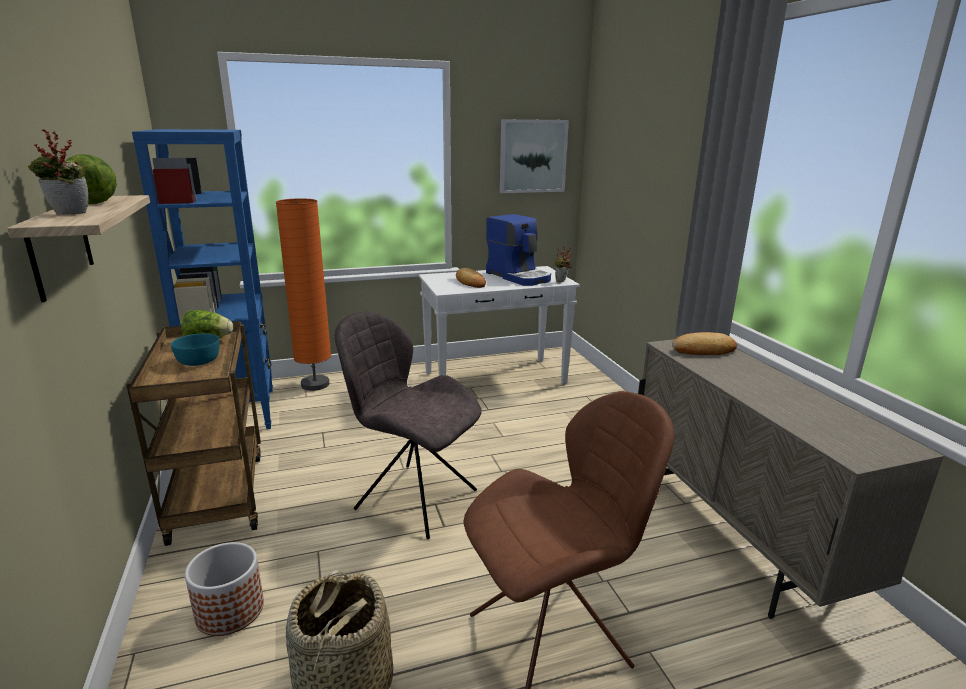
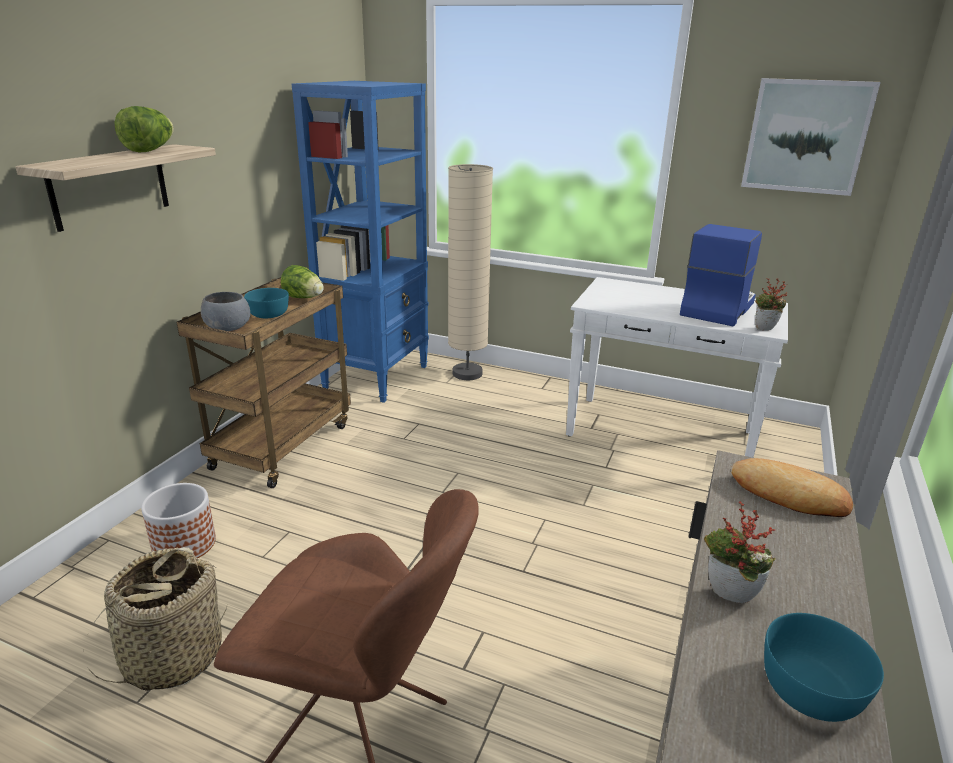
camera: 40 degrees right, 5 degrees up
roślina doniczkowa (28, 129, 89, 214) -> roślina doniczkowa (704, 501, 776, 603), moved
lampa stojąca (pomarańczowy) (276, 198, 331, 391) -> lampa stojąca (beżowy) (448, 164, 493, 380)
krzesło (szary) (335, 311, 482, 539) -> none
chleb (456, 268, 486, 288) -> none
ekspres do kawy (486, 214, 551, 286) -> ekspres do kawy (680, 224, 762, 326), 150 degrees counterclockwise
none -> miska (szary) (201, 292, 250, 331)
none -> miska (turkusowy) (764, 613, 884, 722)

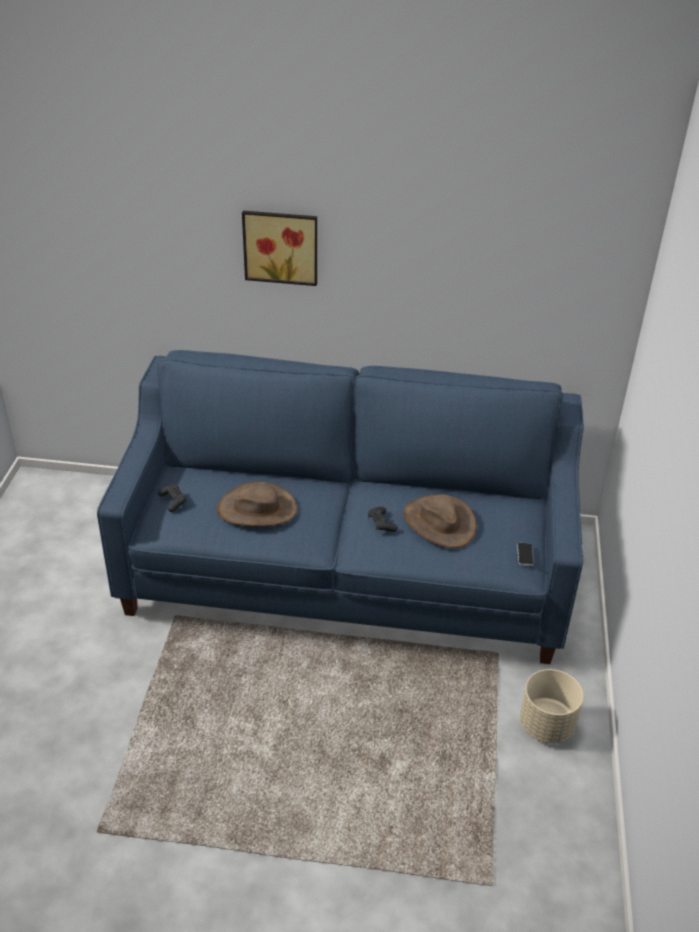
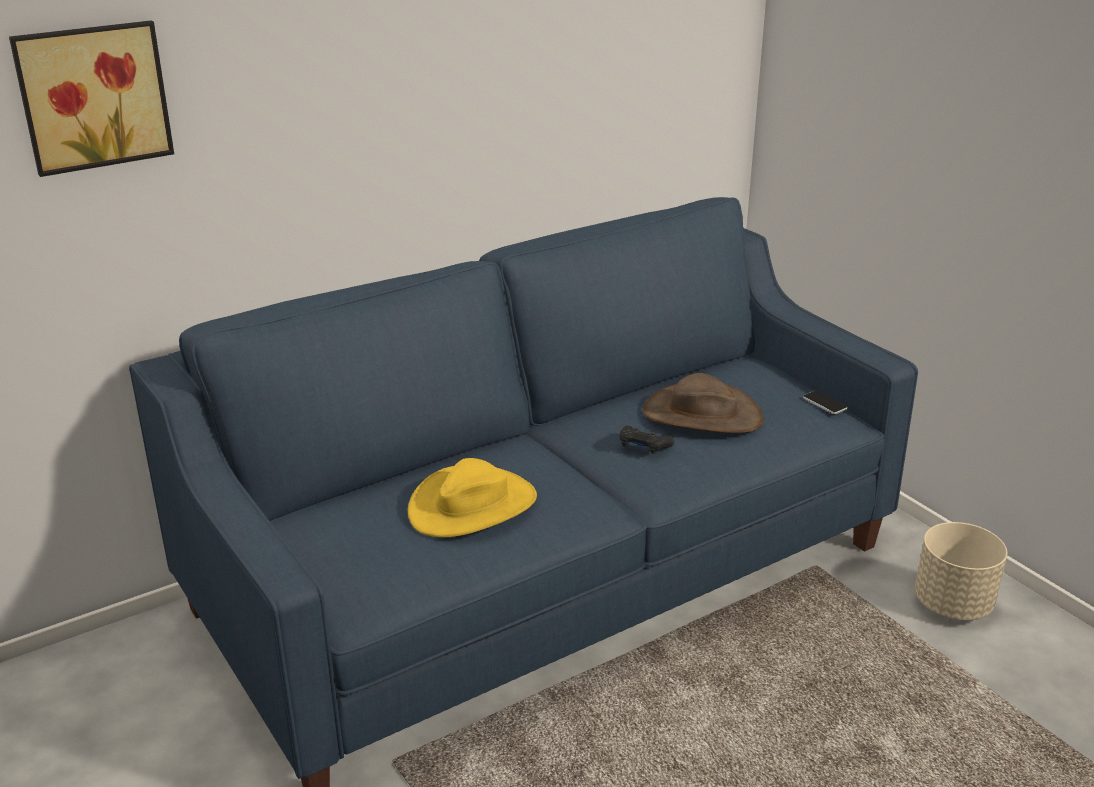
camera: 40 degrees left, 10 degrees down
pad do gier (czarny) (158, 484, 186, 512) -> none
kapelusz (brązowy) (217, 481, 298, 526) -> kapelusz (żółty) (408, 458, 537, 537)
obraz (242, 211, 317, 286) -> obraz (9, 21, 174, 177), moved

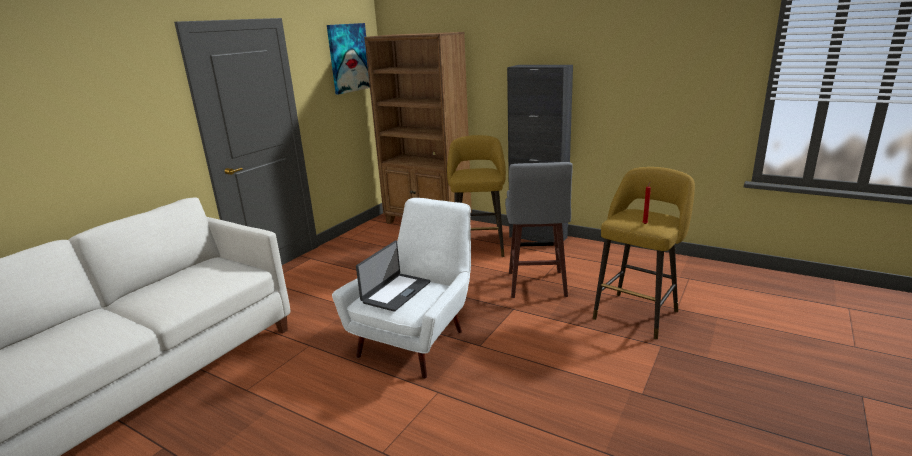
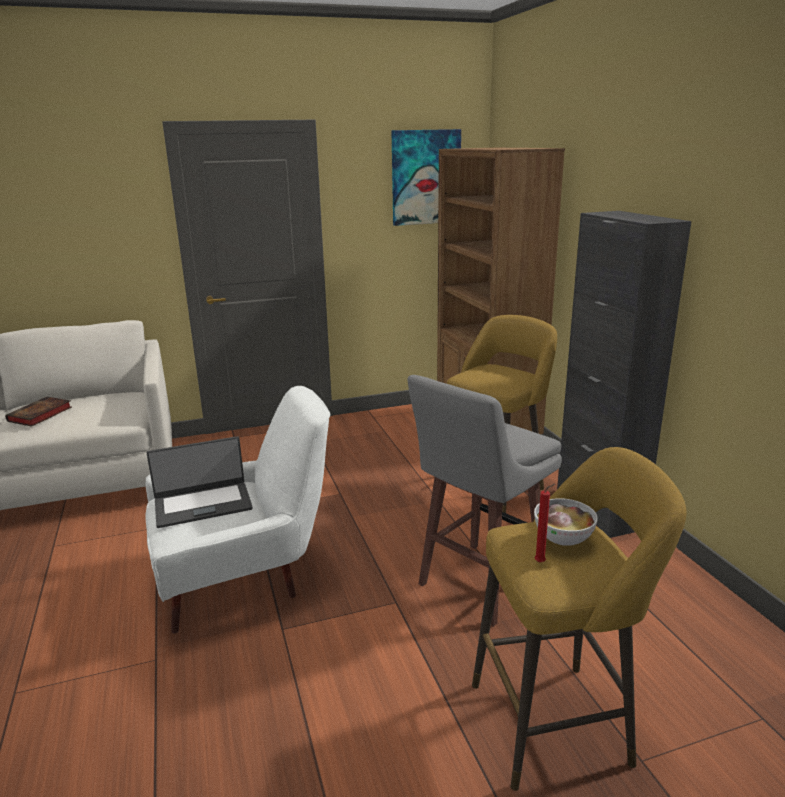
camera: 40 degrees right, 0 degrees up
none -> książka (5, 397, 72, 427)
none -> miska (534, 498, 598, 546)

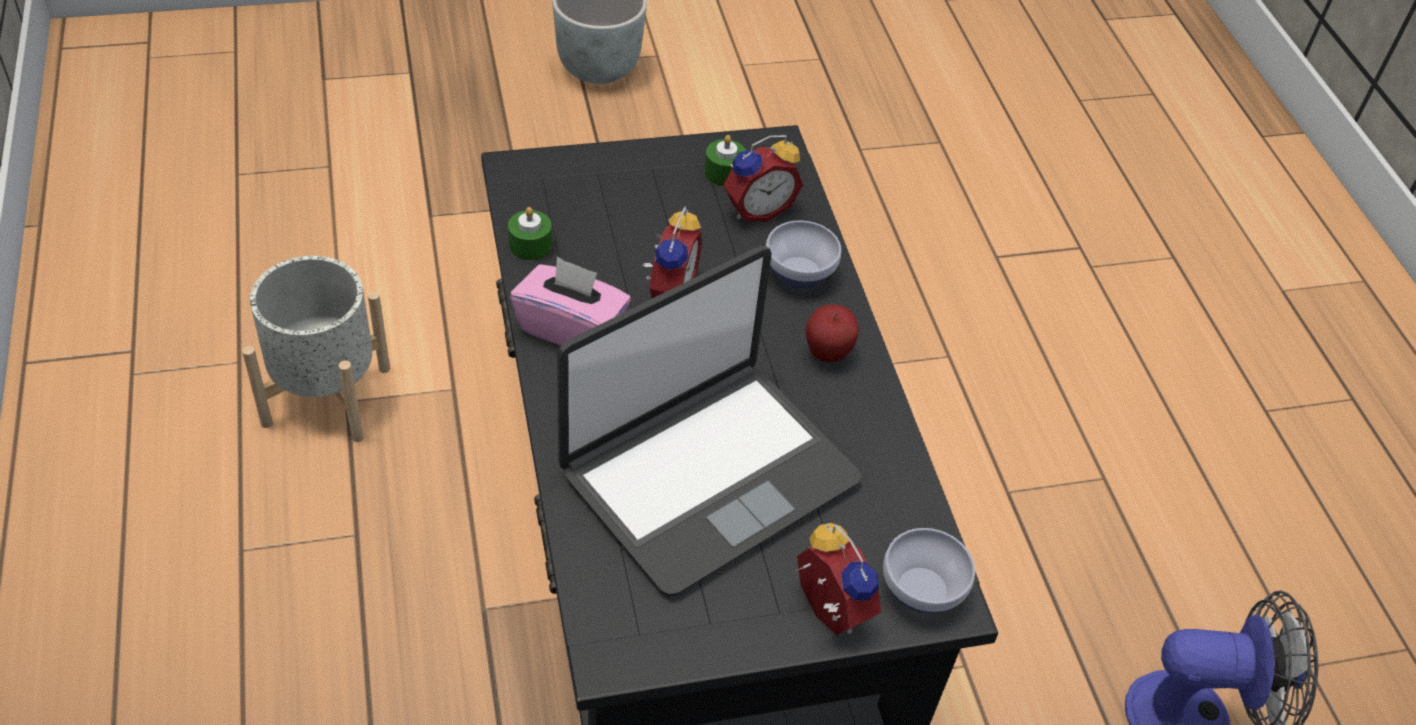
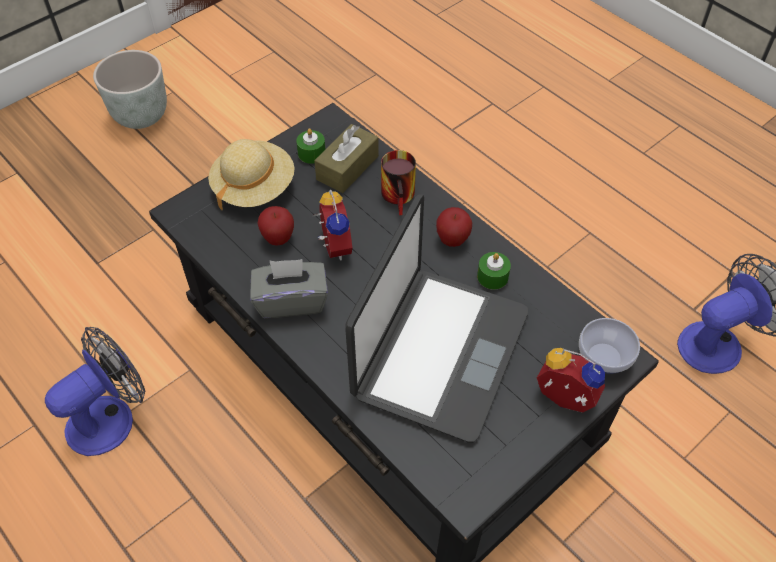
camera: 25 degrees left, 5 degrees up
donica (szary) (242, 256, 390, 442) -> wentylator (45, 327, 146, 456)
świeca (zielony) (508, 207, 552, 261) -> świeca (zielony) (477, 252, 511, 290), moved
pudełko chusteczek (różowy) (510, 256, 631, 346) -> pudełko chusteczek (szary) (250, 259, 328, 318)
budzik (723, 135, 803, 222) -> pudełko chusteczek (brązowy) (314, 124, 379, 193)
miska (766, 220, 841, 289) -> kubek (381, 150, 416, 215)
none -> kapelusz (beżowy) (208, 139, 295, 211)
none -> jabłko (258, 206, 294, 246)

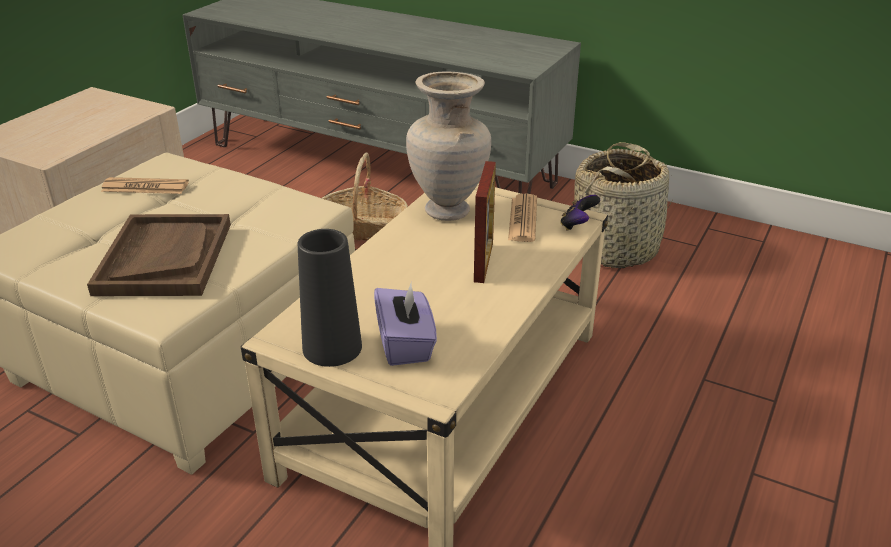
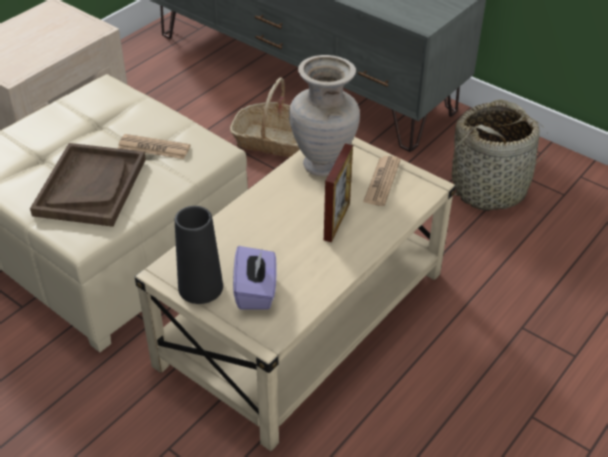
camera: 10 degrees right, 10 degrees up
gazeta (101, 177, 189, 194) -> gazeta (118, 134, 190, 159), moved
pad do gier (560, 195, 600, 231) -> none

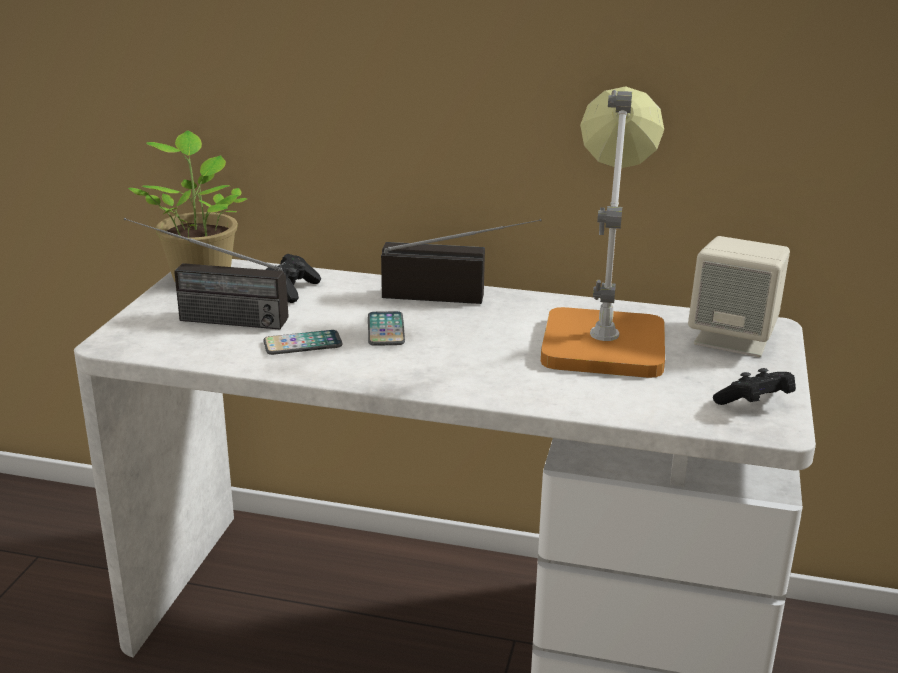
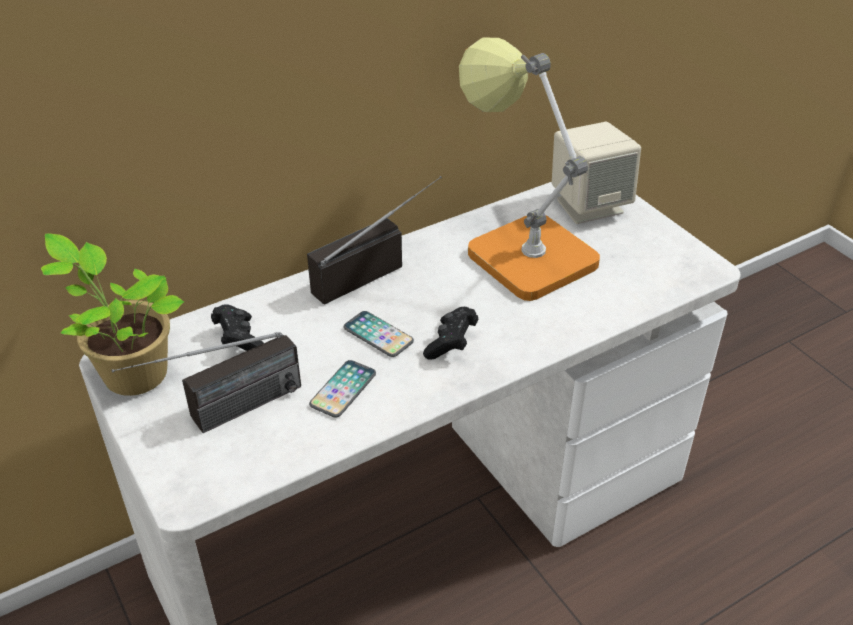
camera: 45 degrees left, 15 degrees up
pad do gier (czarny) (713, 368, 796, 405) -> pad do gier (czarny) (423, 307, 478, 360), moved

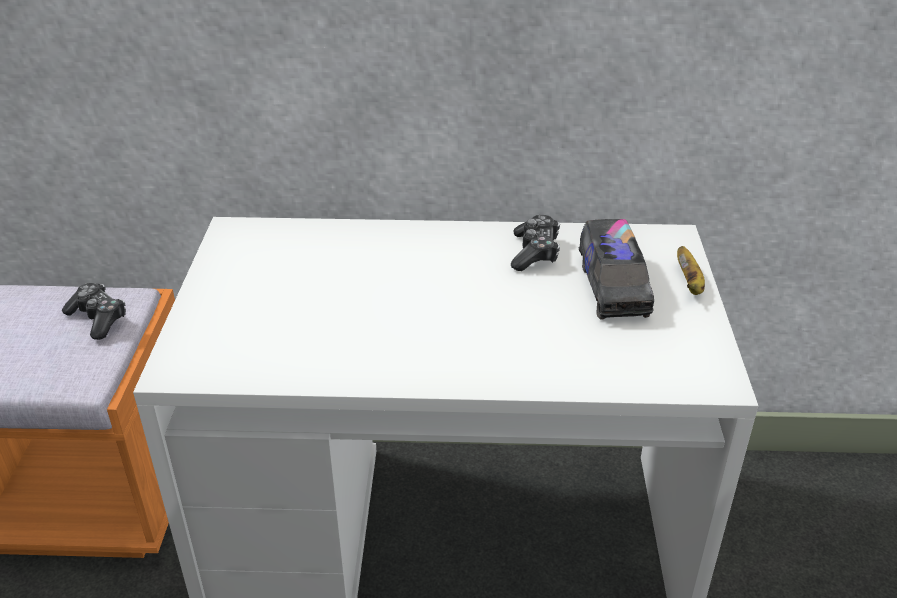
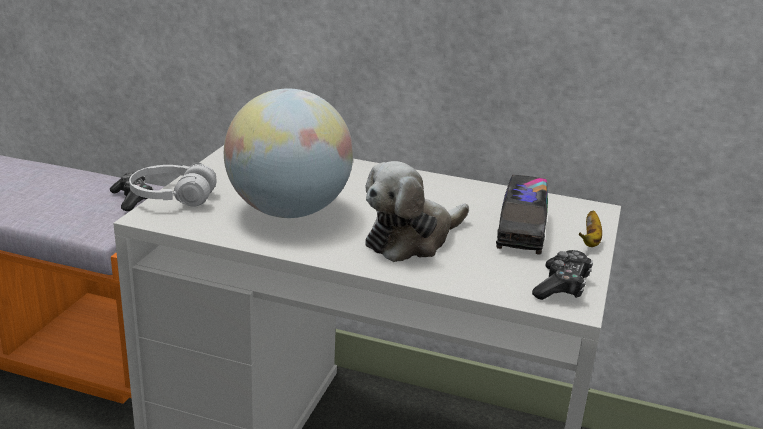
camera: 15 degrees right, 10 degrees down
pad do gier (511, 215, 560, 271) -> pad do gier (532, 250, 593, 300), moved
none -> słuchawki (biały) (129, 162, 217, 207)
none -> globus (224, 88, 353, 218)
none -> pluszak (365, 161, 469, 262)

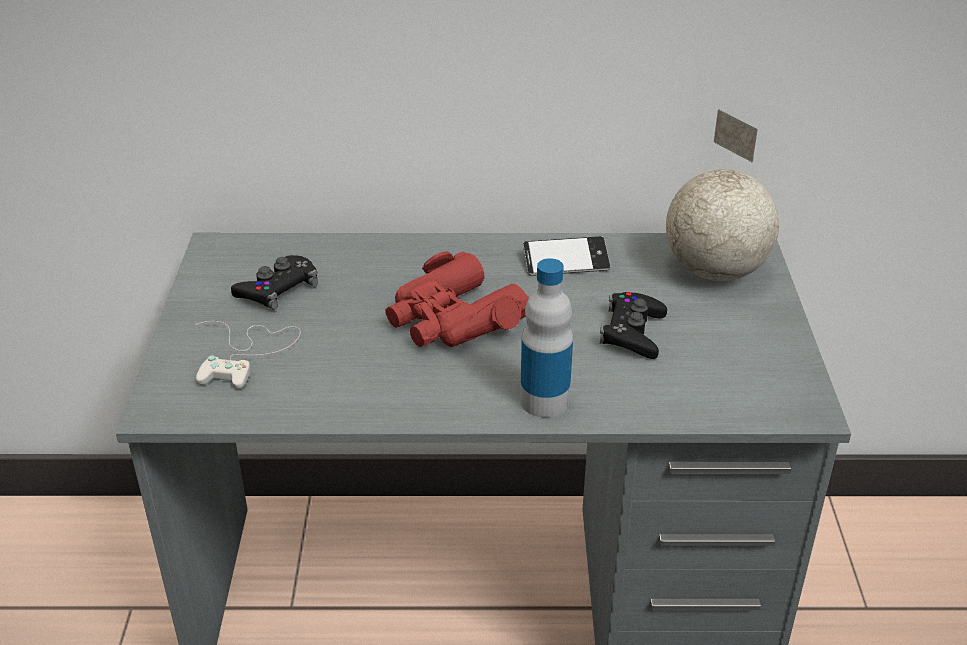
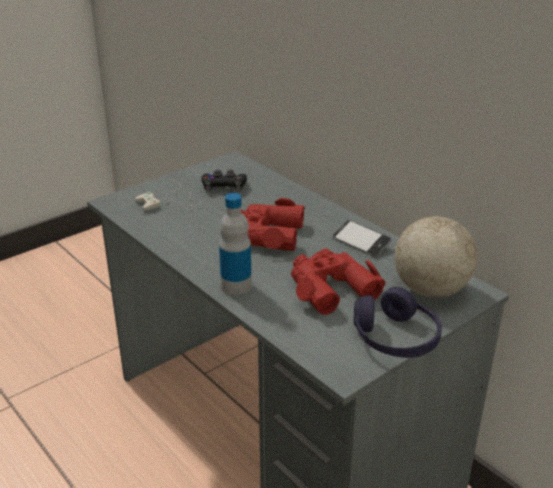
camera: 50 degrees right, 5 degrees down
pad do gier (czarny) (600, 292, 667, 359) -> lornetka (czerwony) (291, 248, 385, 315)
none -> słuchawki (fioletowy) (354, 287, 442, 358)

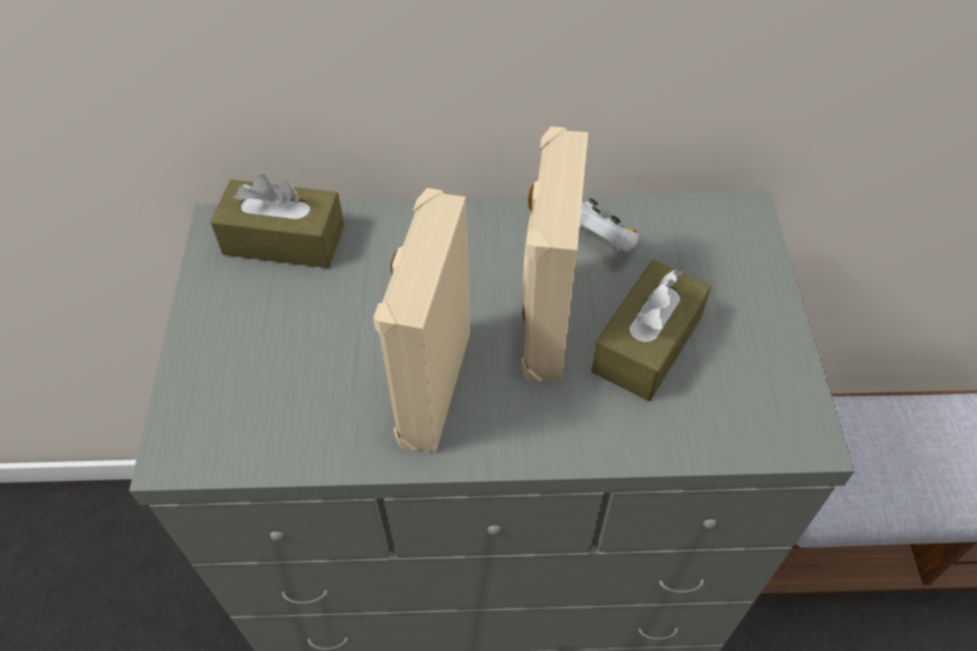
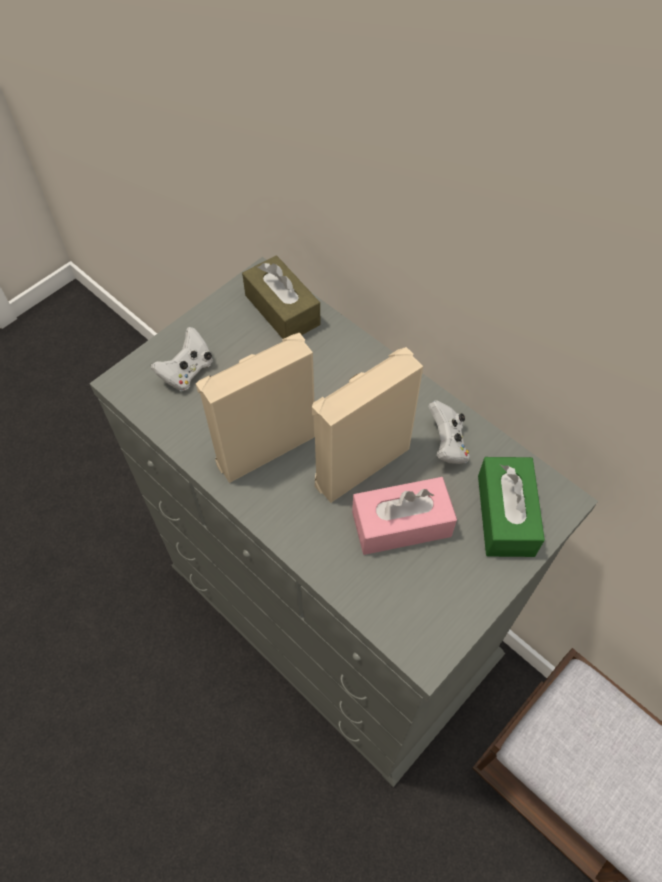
camera: 45 degrees right, 5 degrees up
pudełko chusteczek (brązowy) (591, 260, 711, 401) -> pudełko chusteczek (różowy) (352, 477, 457, 555)
none -> pad do gier (biały) (151, 327, 213, 391)
none -> pudełko chusteczek (zielony) (478, 457, 545, 557)

